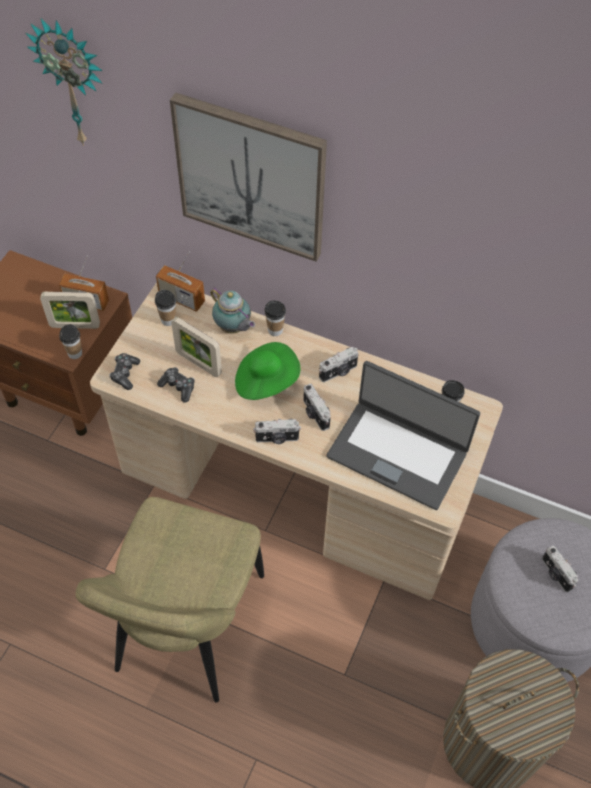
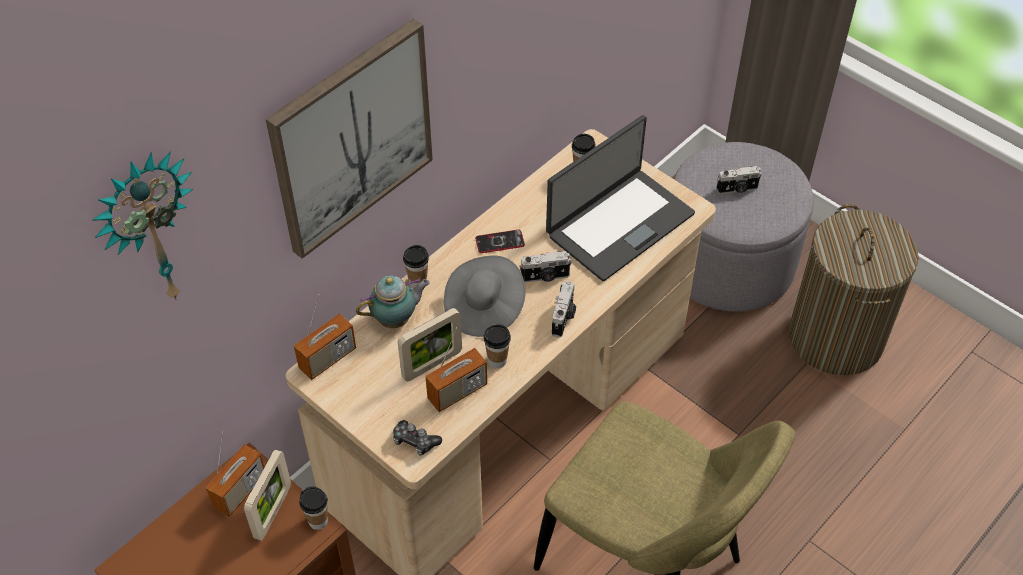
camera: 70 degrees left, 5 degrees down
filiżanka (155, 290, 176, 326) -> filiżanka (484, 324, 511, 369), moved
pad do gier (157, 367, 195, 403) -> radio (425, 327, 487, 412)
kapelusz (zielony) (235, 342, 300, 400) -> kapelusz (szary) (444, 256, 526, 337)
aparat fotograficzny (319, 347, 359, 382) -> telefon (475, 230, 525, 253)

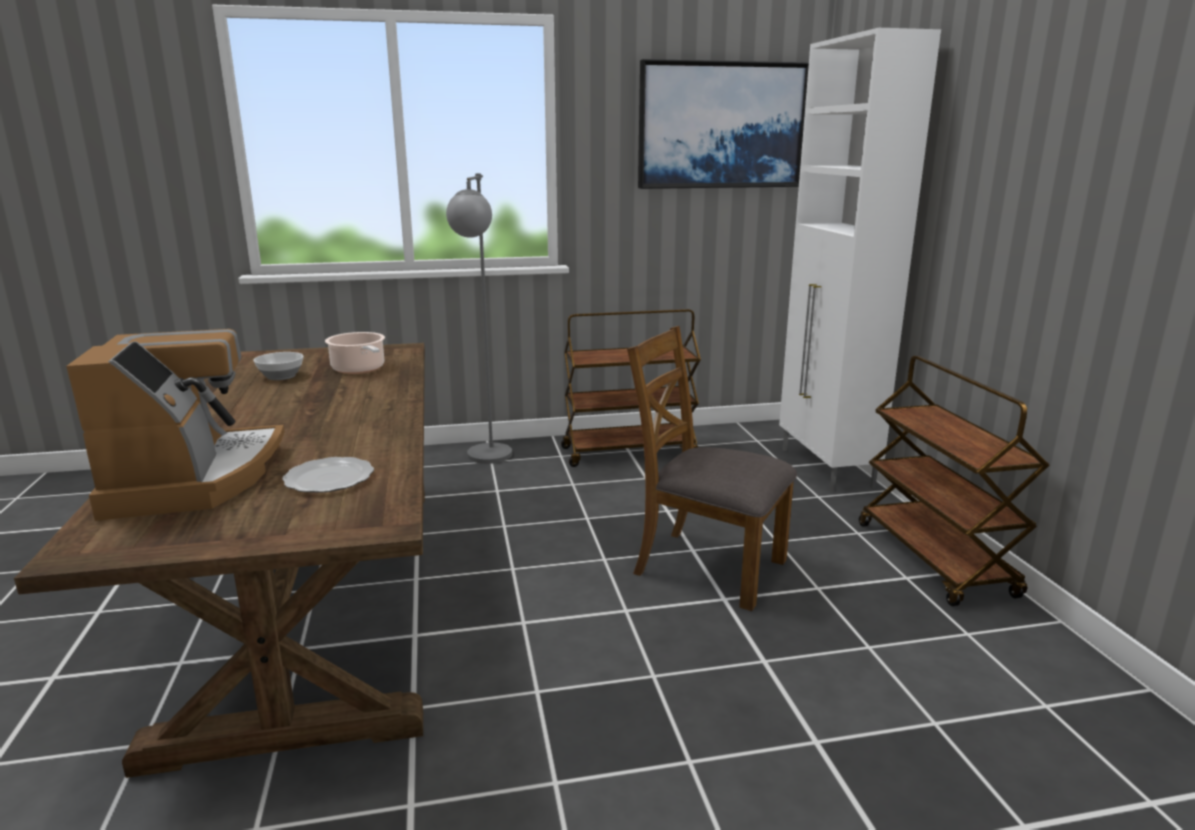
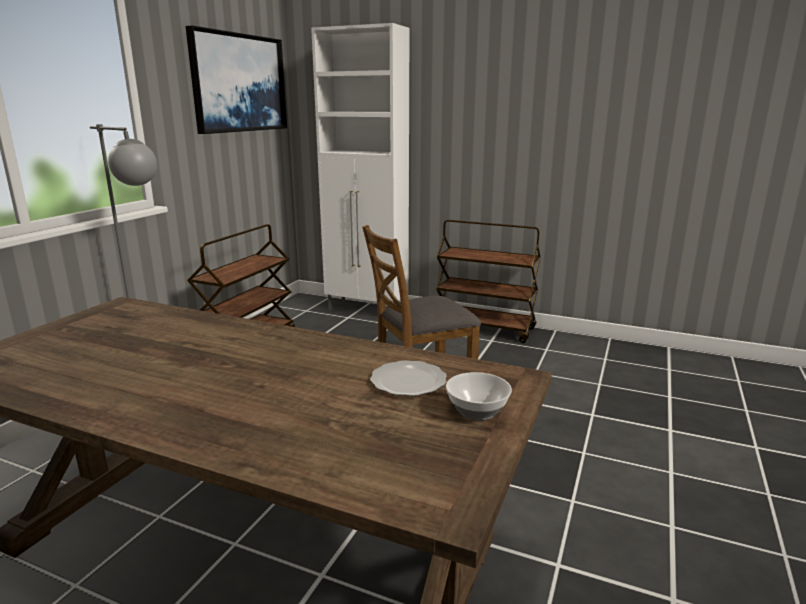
camera: 55 degrees left, 0 degrees up
ekspres do kawy (66, 329, 284, 521) -> none
miska (253, 352, 304, 380) -> miska (446, 372, 512, 420), moved
garnek (325, 332, 385, 374) -> none

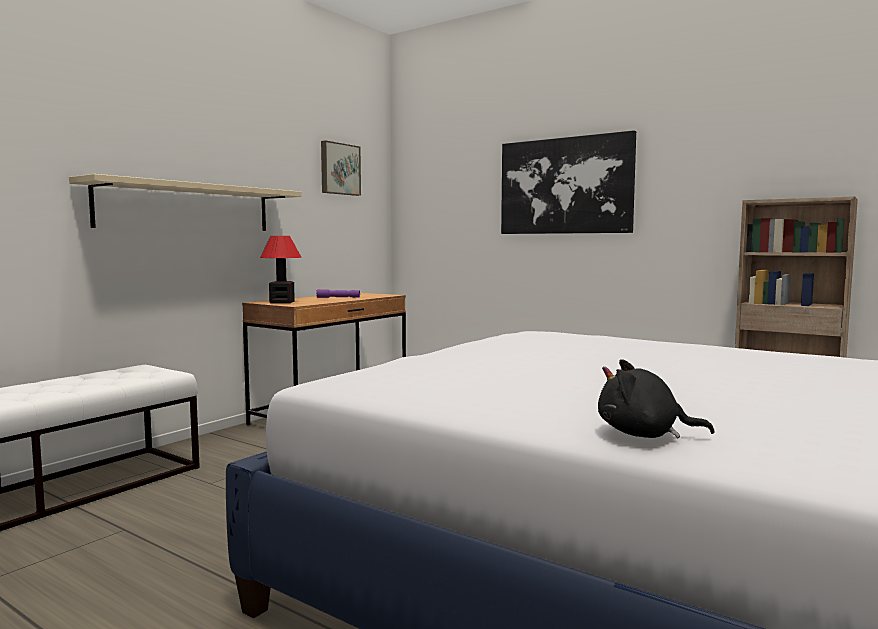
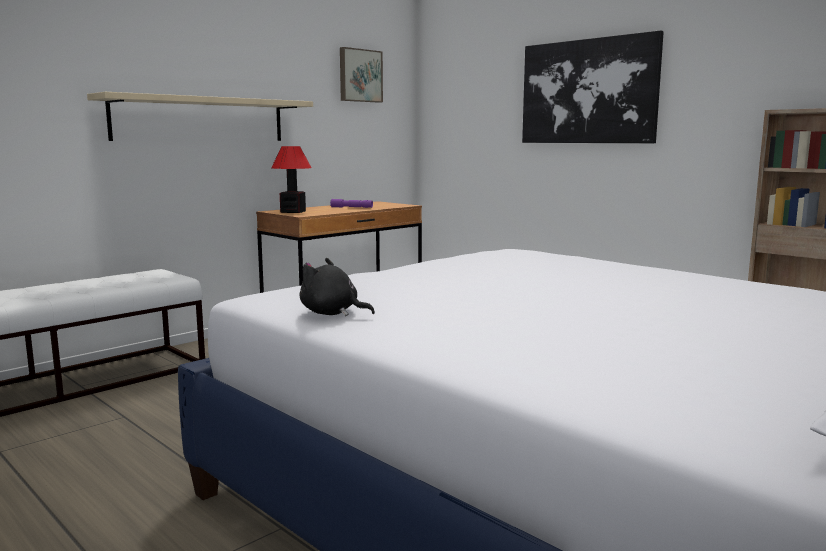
camera: 10 degrees right, 5 degrees up
pluszak (czarny) (598, 359, 714, 438) -> pluszak (czarny) (300, 258, 375, 316), moved

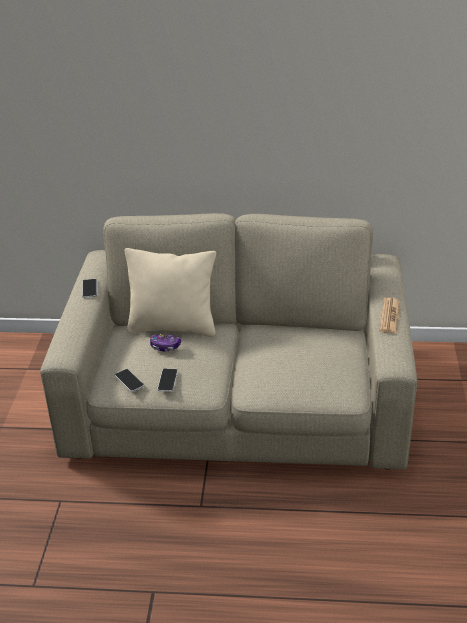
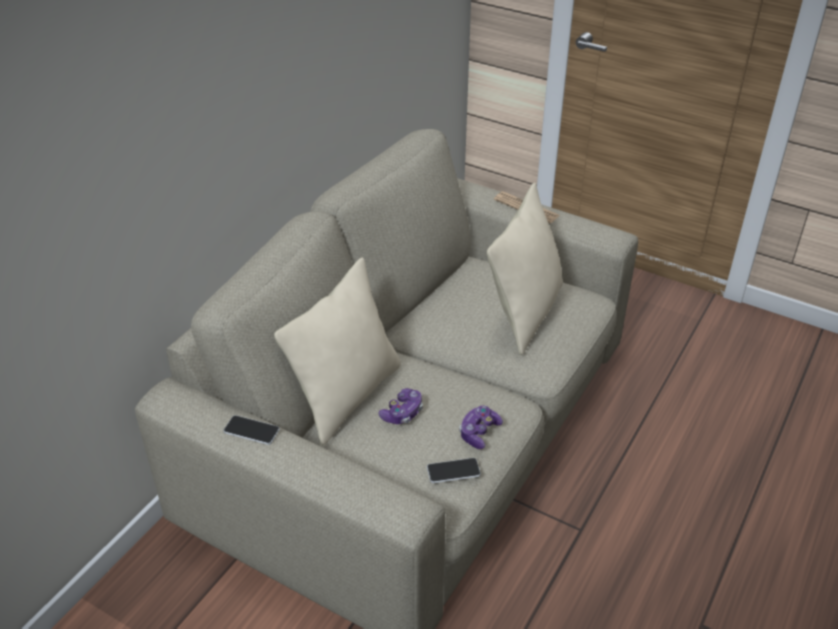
camera: 65 degrees left, 5 degrees up
telefon (157, 368, 178, 392) -> pad do gier (459, 406, 503, 449)
none -> poduszka (beżowy) (487, 183, 563, 355)

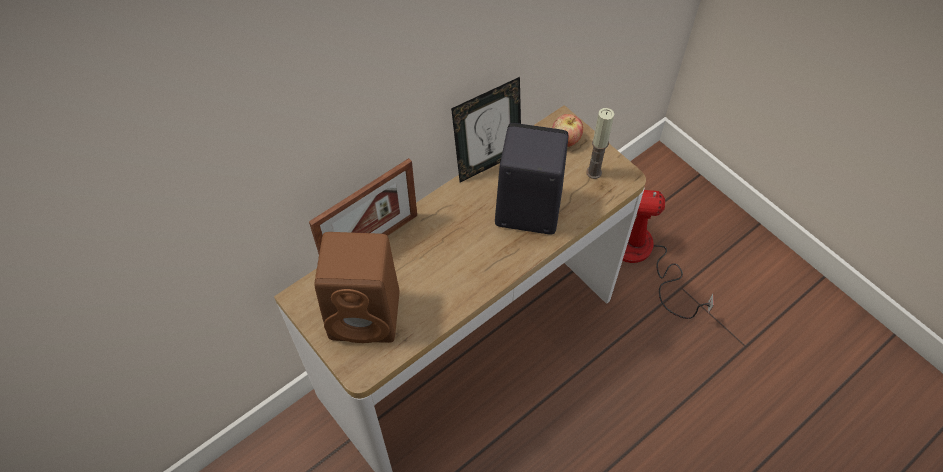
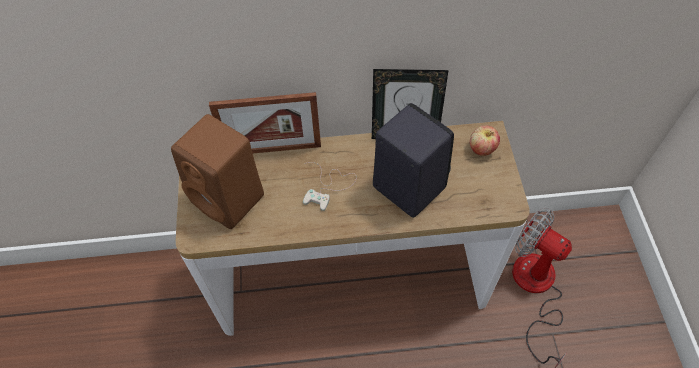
camera: 35 degrees right, 0 degrees up
świeca (586, 108, 614, 179) -> none
none -> pad do gier (biały) (303, 162, 357, 211)

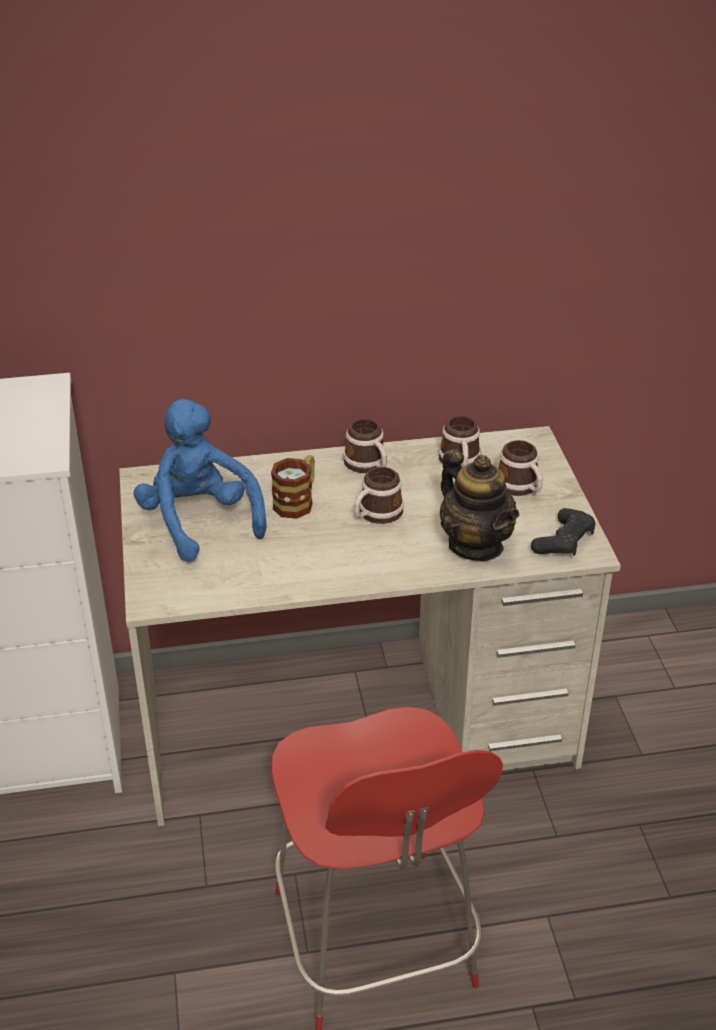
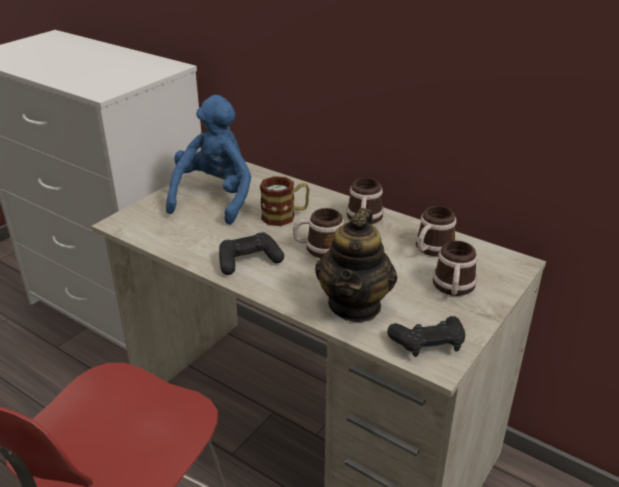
camera: 45 degrees right, 5 degrees down
none -> pad do gier (czarny) (219, 232, 284, 275)

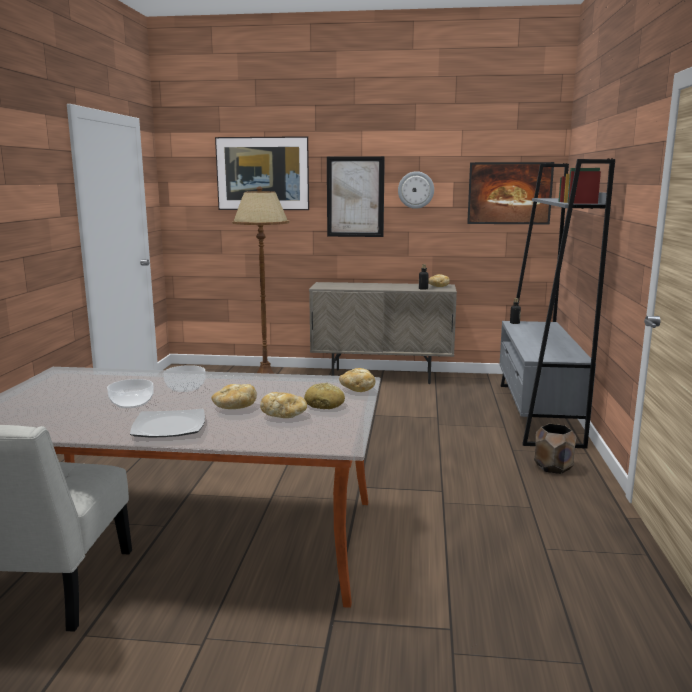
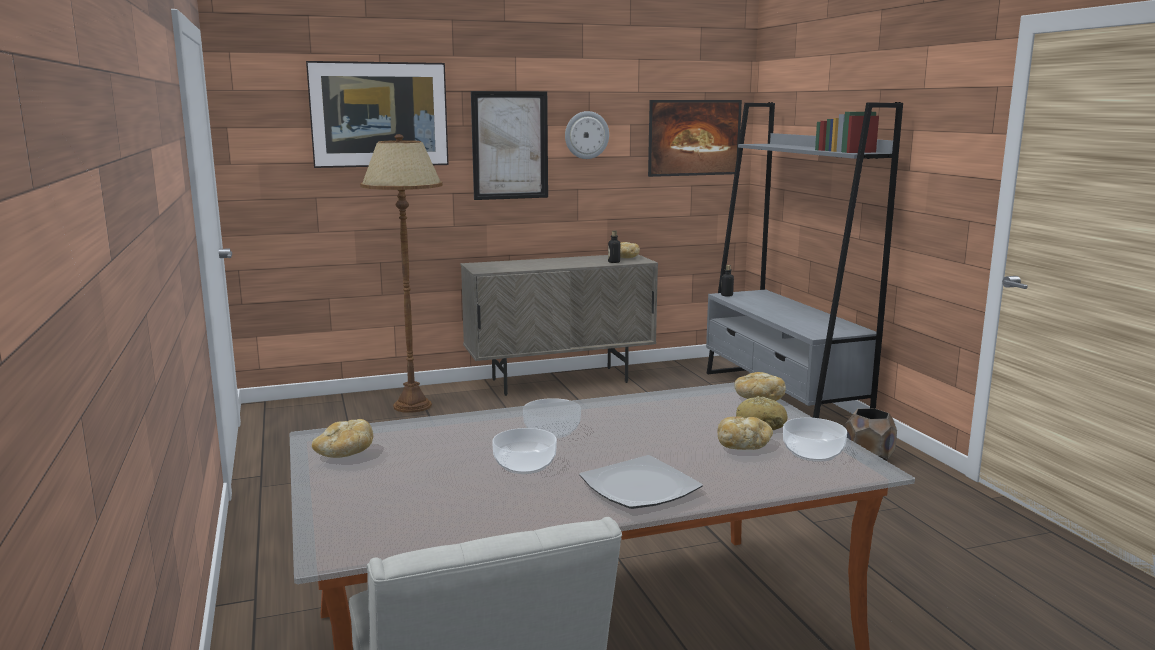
camera: 25 degrees left, 0 degrees up
chleb (211, 384, 257, 409) -> chleb (312, 419, 373, 458), moved
none -> miska (783, 418, 847, 462)

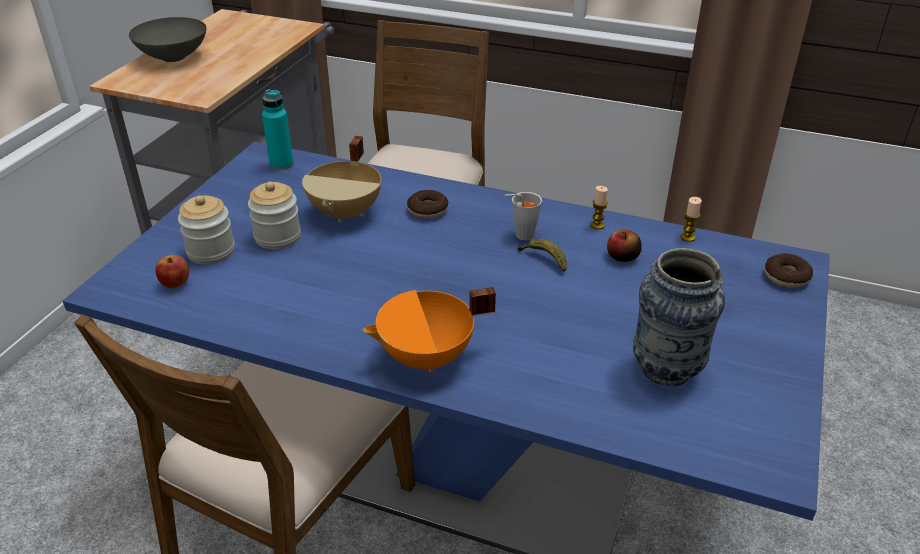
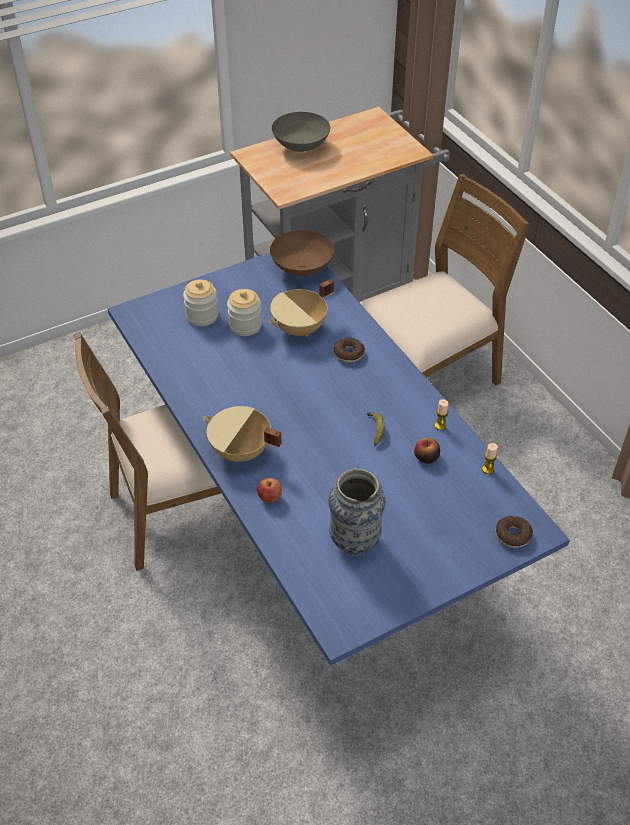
camera: 40 degrees right, 10 degrees up
jabłko (155, 255, 189, 289) -> jabłko (257, 478, 282, 503), moved
butelka (turkusowy) (262, 89, 293, 170) -> miska (brązowy) (270, 230, 334, 276)
garnek (pomarańczowy) (363, 287, 496, 373) -> garnek (beżowy) (203, 406, 282, 462)
filiżanka (szary) (505, 192, 542, 240) -> none

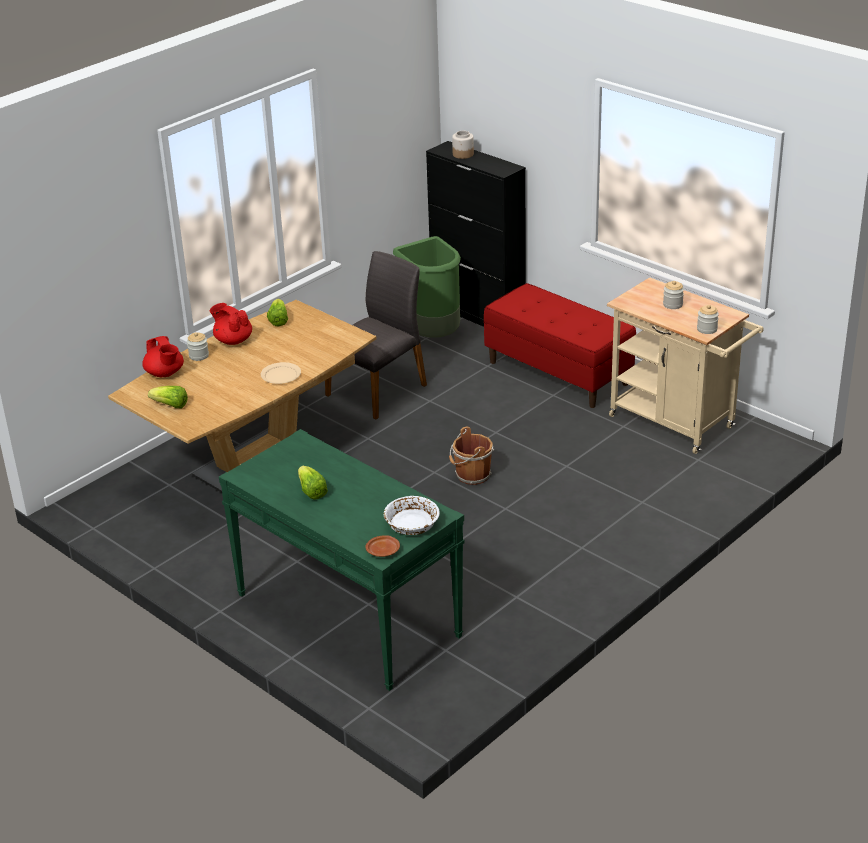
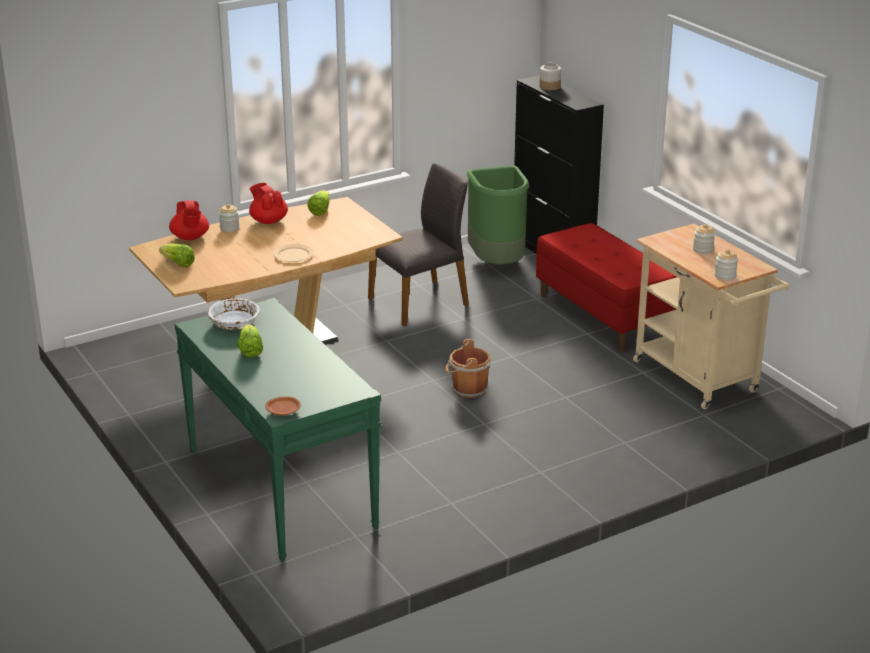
camera: 15 degrees right, 5 degrees down
miska (biały) (384, 496, 440, 535) -> miska (biały) (207, 298, 260, 330), moved

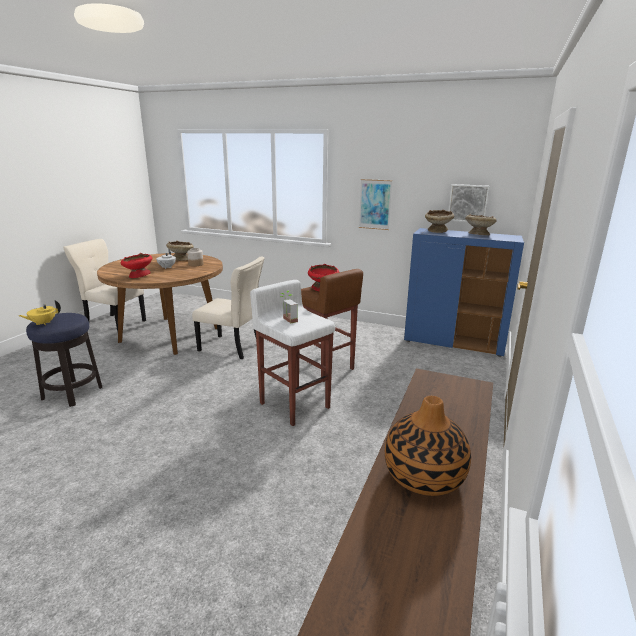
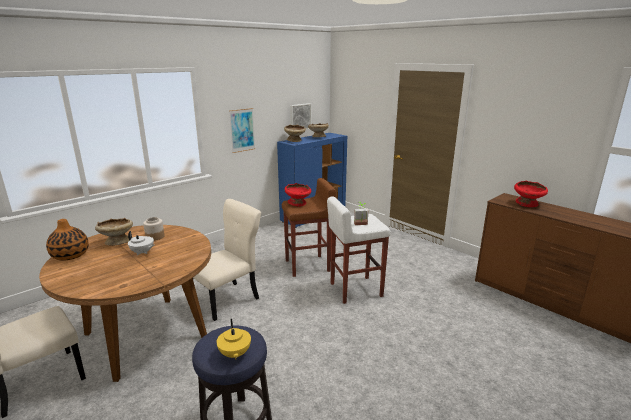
camera: 65 degrees left, 0 degrees up
miska (czerwony) (121, 253, 152, 278) -> miska (czerwony) (514, 181, 548, 207), moved
wazon (385, 396, 471, 496) -> wazon (46, 219, 89, 261), moved

